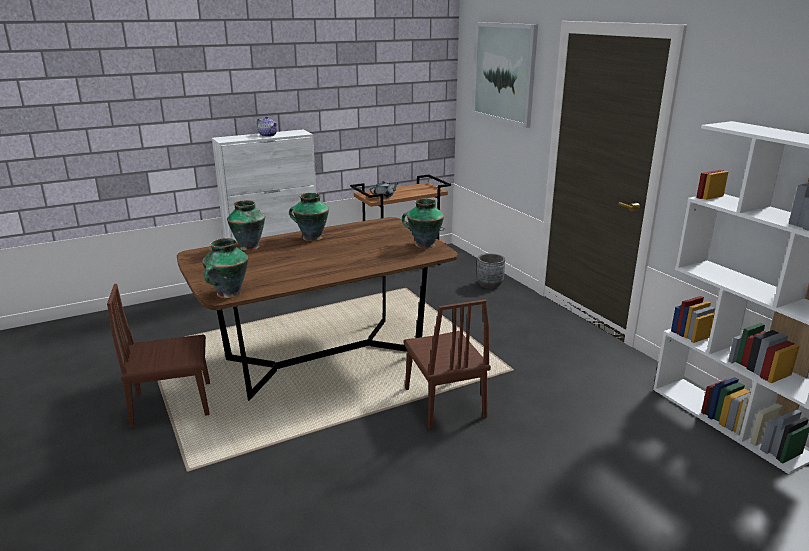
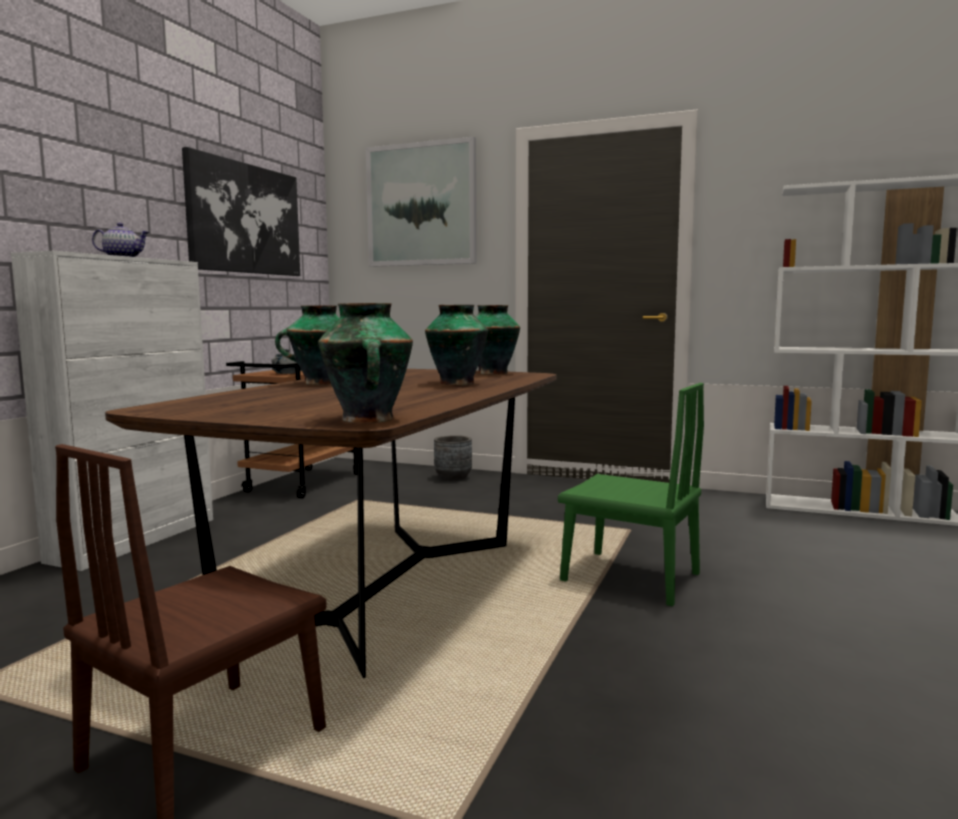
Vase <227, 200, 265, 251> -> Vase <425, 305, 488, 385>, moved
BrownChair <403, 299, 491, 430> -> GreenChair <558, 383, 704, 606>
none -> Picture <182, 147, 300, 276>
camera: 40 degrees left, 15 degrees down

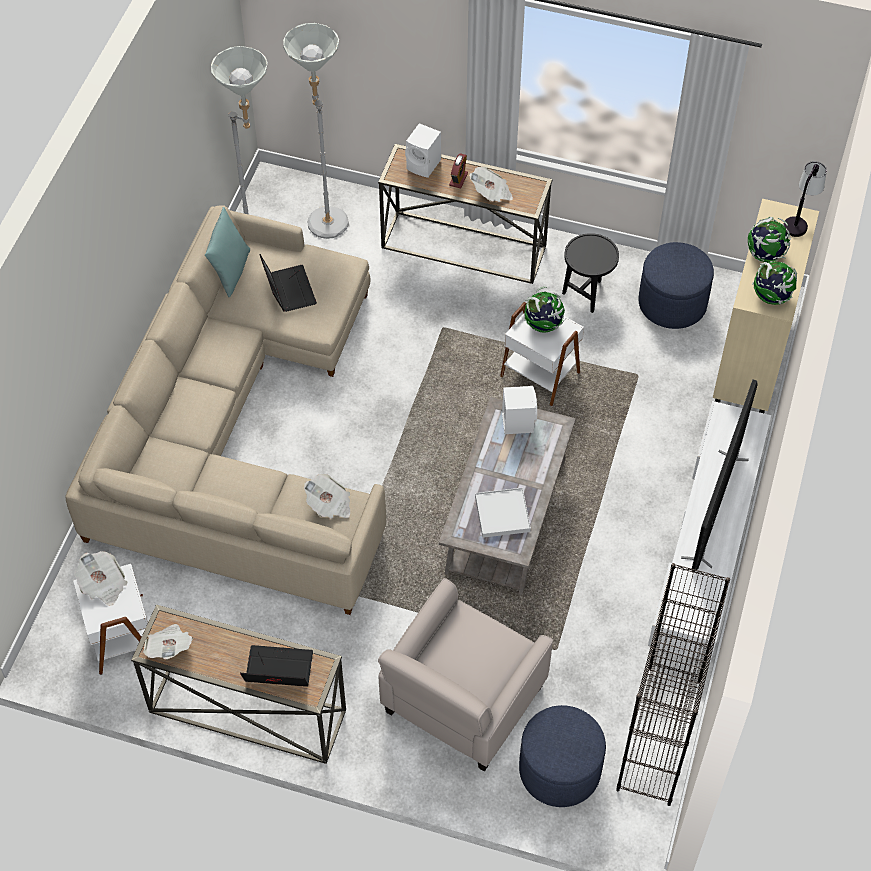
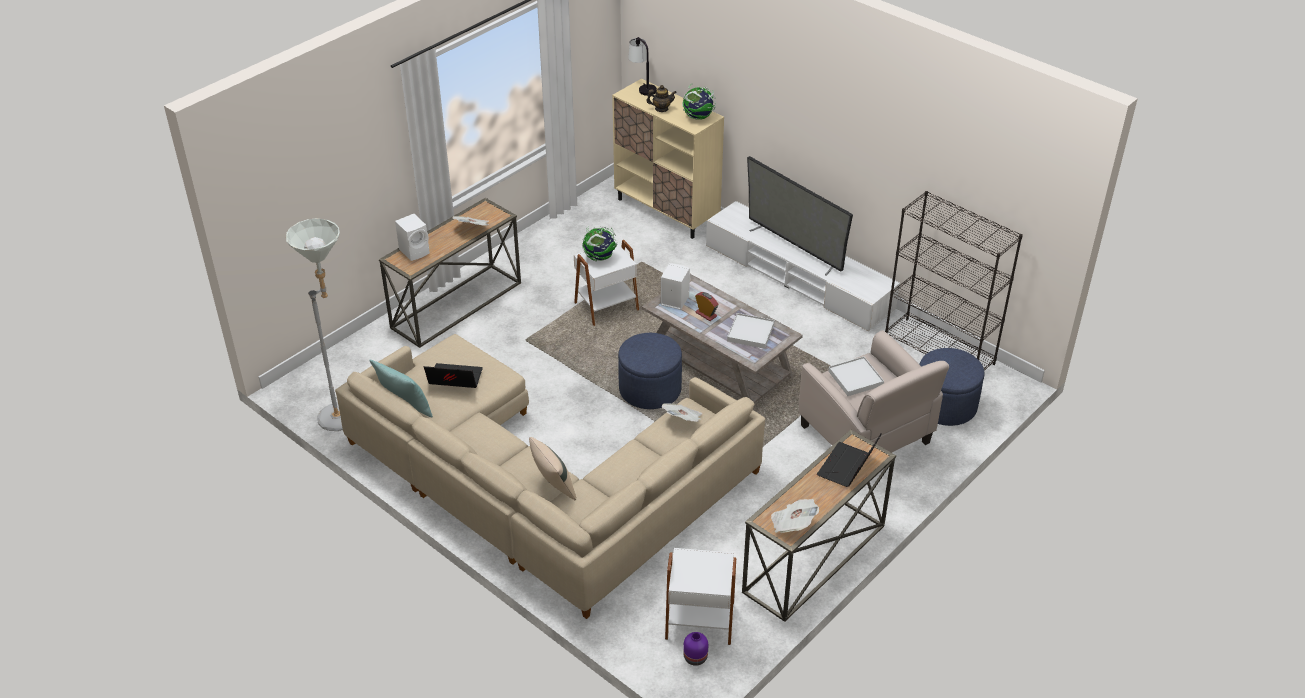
GreyFloorLamp <283, 23, 349, 239> -> none
AlarmClock <449, 153, 468, 189> -> AlarmClock <695, 292, 718, 321>, moved
Globe <748, 217, 791, 263> -> Teapot <646, 85, 677, 112>
BlackSideTable <562, 233, 619, 313> -> none
BlueOttoman <638, 242, 714, 329> -> BlueOttoman <618, 333, 682, 409>, moved
Newspaper <74, 551, 128, 606> -> none
none -> WhiteTray <828, 356, 884, 396>
none -> BeigePillow <529, 437, 576, 500>
none -> PurpleVase <683, 632, 708, 666>
camera: 65 degrees left, 15 degrees down

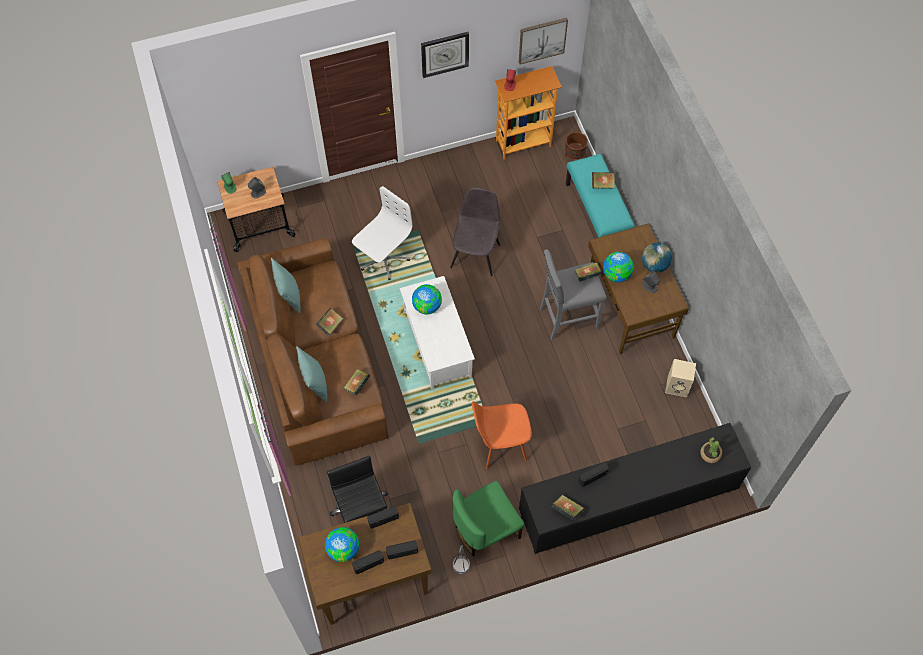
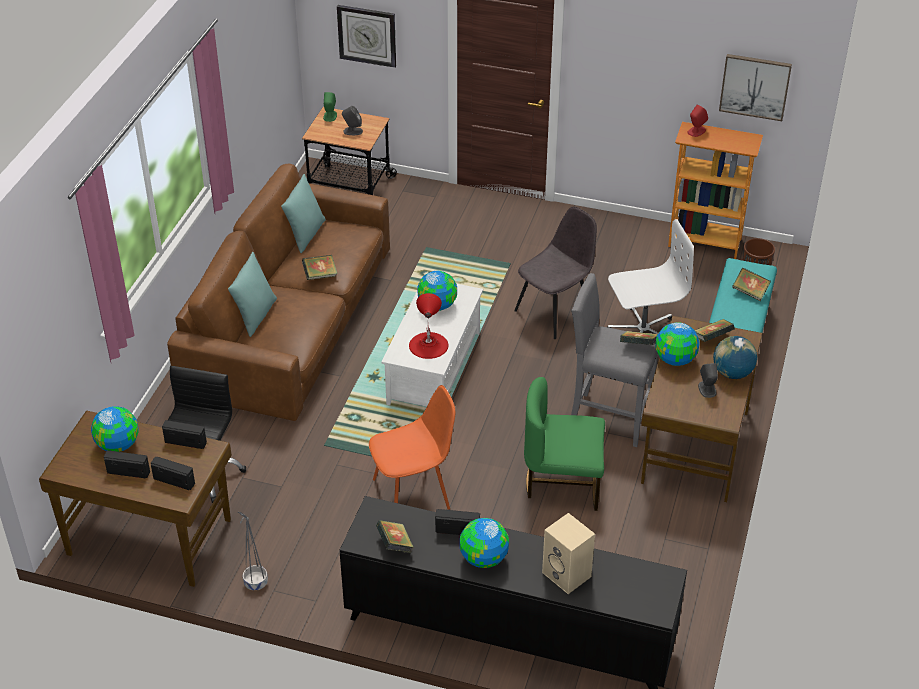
WallClock <421, 32, 469, 78> -> WallClock <337, 5, 396, 68>, moved
WhiteOfficeChair <352, 186, 413, 280> -> WhiteOfficeChair <608, 219, 694, 334>, moved
BeigeSpeaker <665, 359, 696, 397> -> BeigeSpeaker <542, 513, 595, 594>, moved
Book <344, 369, 370, 396> -> Book <695, 319, 735, 342>, moved
OrangeChair <472, 401, 532, 469> -> OrangeChair <369, 385, 455, 510>, 135 degrees clockwise
PottedPlant <700, 437, 722, 463> -> none
GreenChair <453, 481, 525, 556> -> GreenChair <524, 377, 605, 511>, moved
none -> RedTableLamp <409, 293, 448, 359>
none -> Globe <460, 518, 509, 568>
camera: 35 degrees right, 20 degrees down

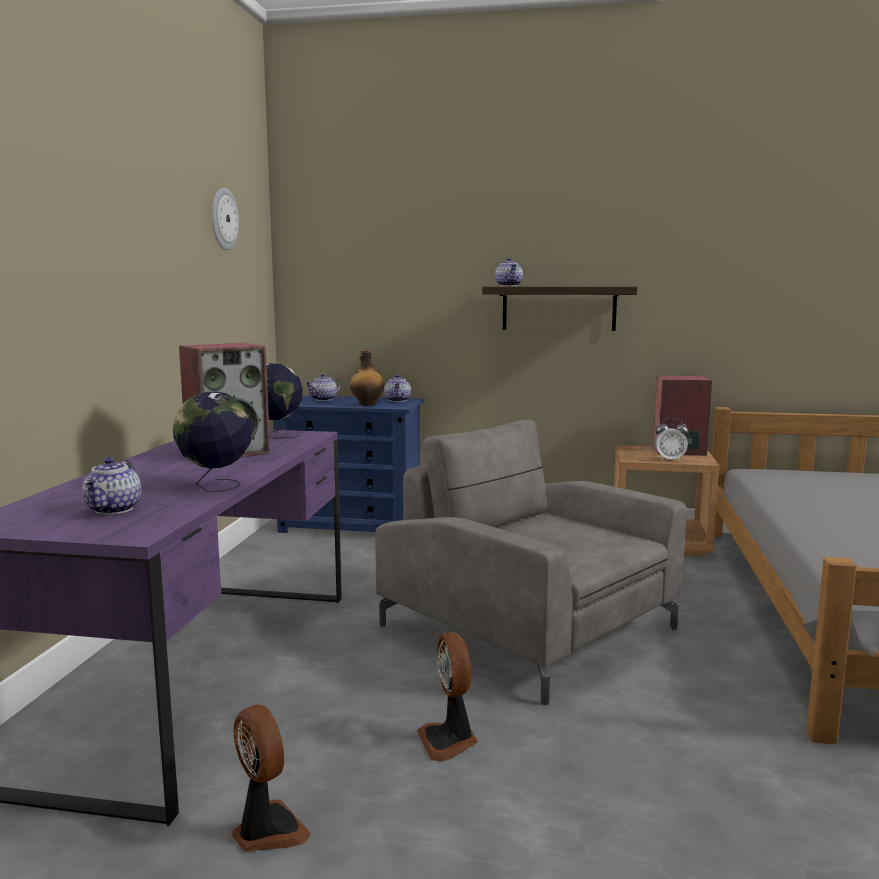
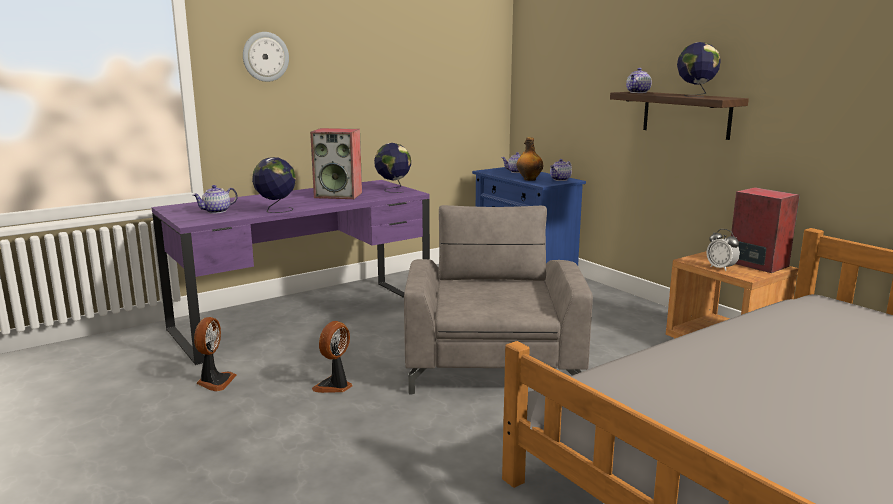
WallClock <212, 188, 239, 250> -> WallClock <243, 32, 289, 82>, moved
none -> Globe <677, 42, 720, 97>
camera: 45 degrees right, 5 degrees up

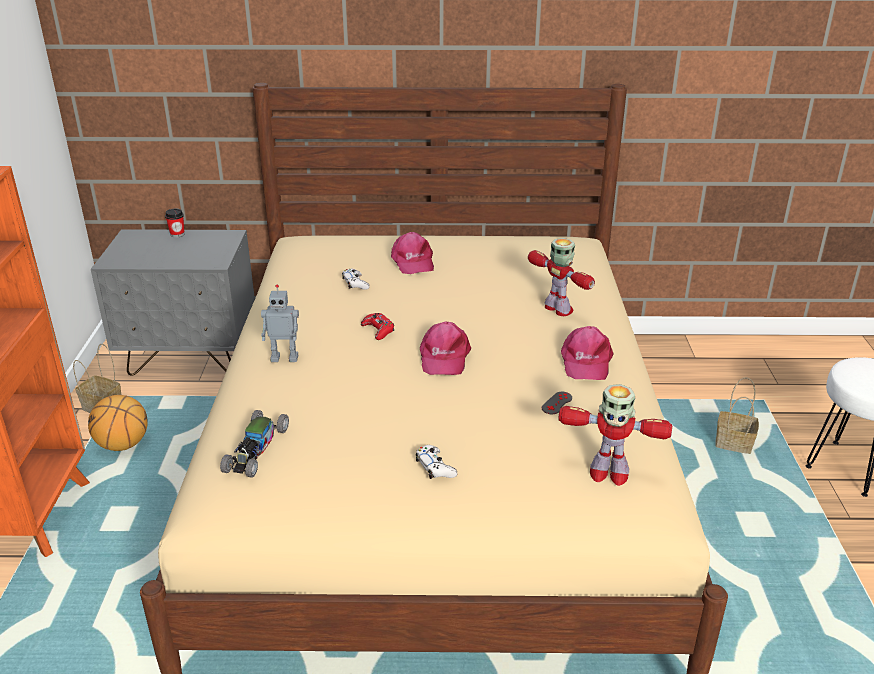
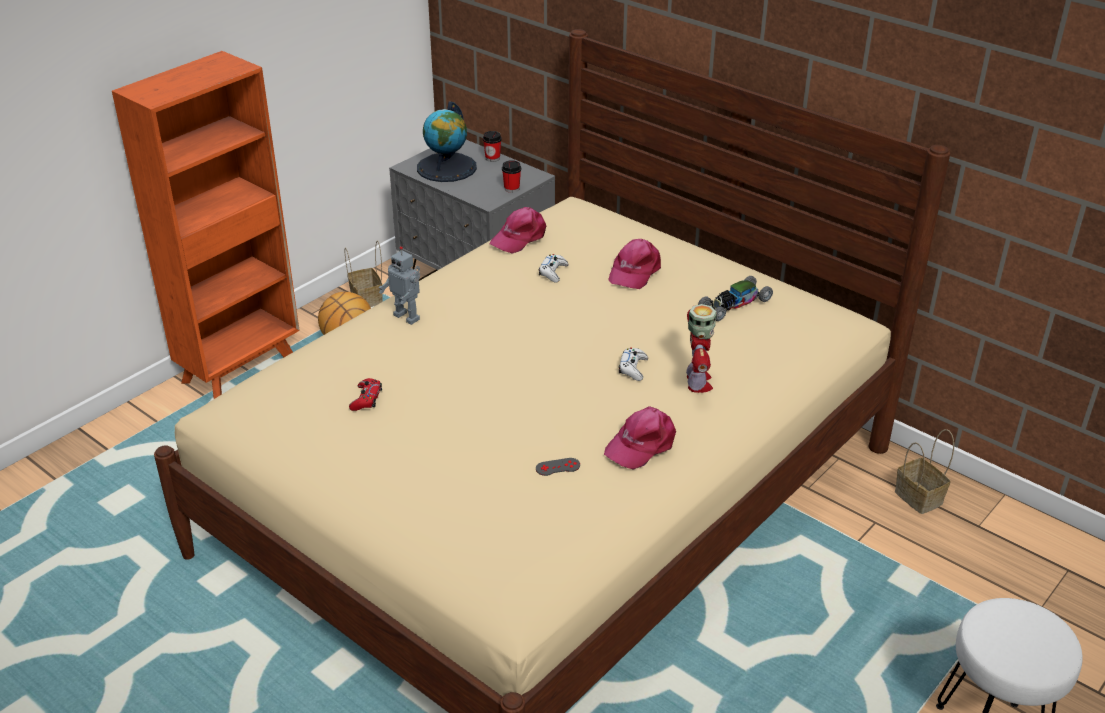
RedGameController <361, 313, 394, 340> -> RedGameController <349, 378, 382, 411>, moved
PinkCap <420, 321, 471, 375> -> PinkCap <490, 207, 546, 254>, moved
Basket <715, 377, 759, 454> -> Basket <895, 429, 954, 514>, moved
ToyRobot <558, 384, 672, 486> -> none
ToyCar <220, 410, 289, 478> -> ToyCar <698, 276, 773, 321>, moved
WhiteGameController <416, 445, 457, 479> -> WhiteGameController <619, 347, 648, 381>, moved
none -> Globe <417, 101, 477, 182>
none -> Cup <502, 160, 521, 193>
camera: 40 degrees right, 5 degrees up

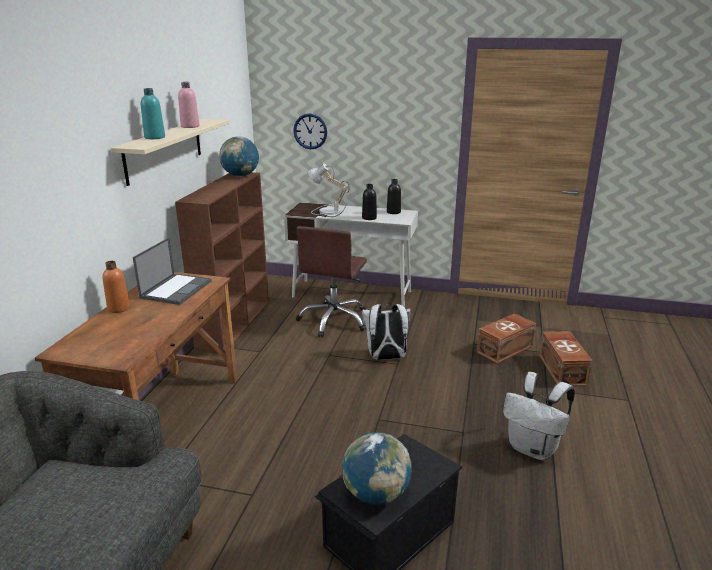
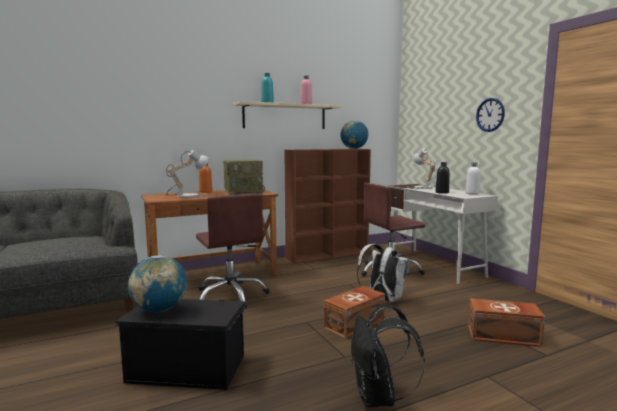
WallClock <293, 114, 327, 149> -> WallClock <476, 98, 505, 132>, moved
BlackBottle <387, 179, 401, 214> -> WhiteBottle <465, 162, 480, 194>
Laptop <133, 237, 212, 305> -> Radio <223, 159, 265, 195>
BrownStorageBox <539, 331, 592, 386> -> BrownStorageBox <324, 286, 385, 339>, moved
WhiteBackpack <503, 372, 575, 460> -> BlackBackpack <351, 304, 425, 407>
none -> TableLamp <166, 150, 209, 198>
none -> BrownOfficeChair <196, 194, 270, 309>
camera: 50 degrees right, 15 degrees down

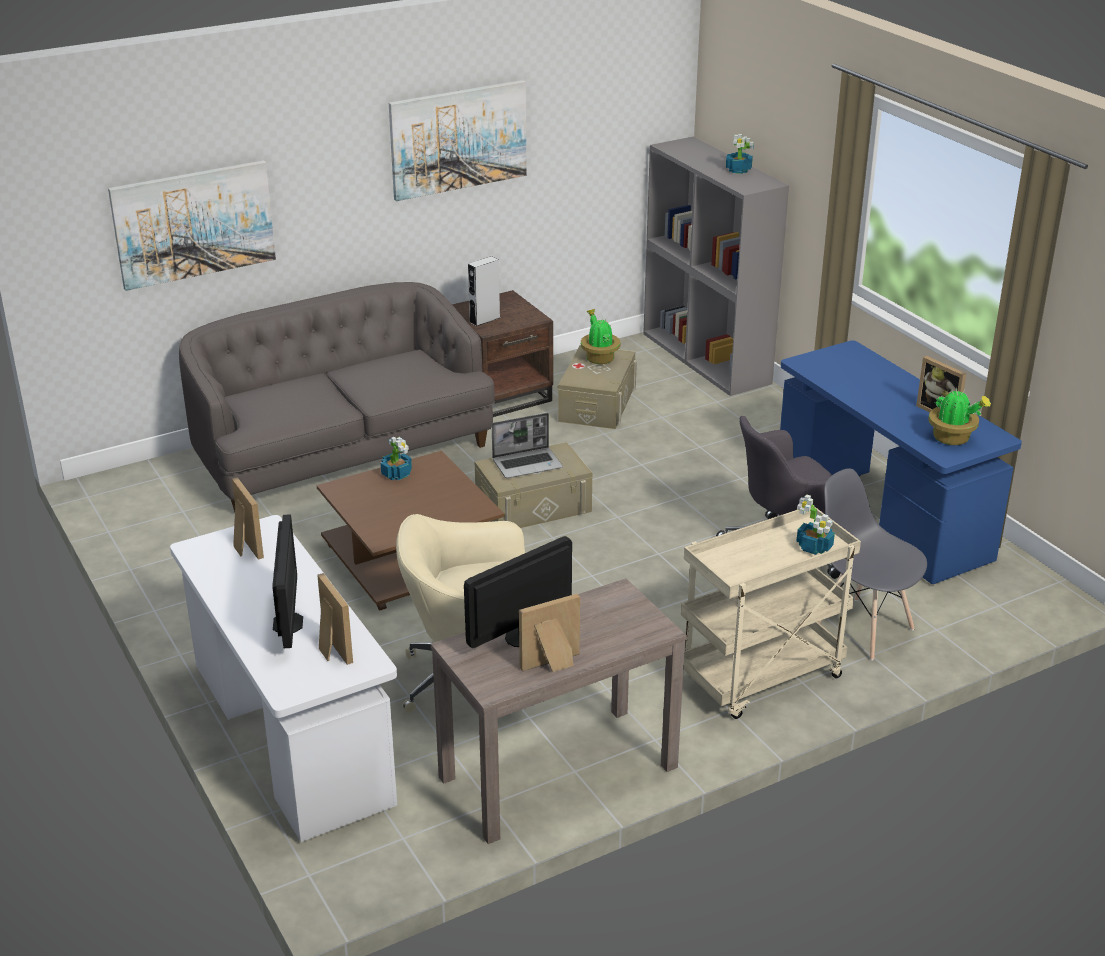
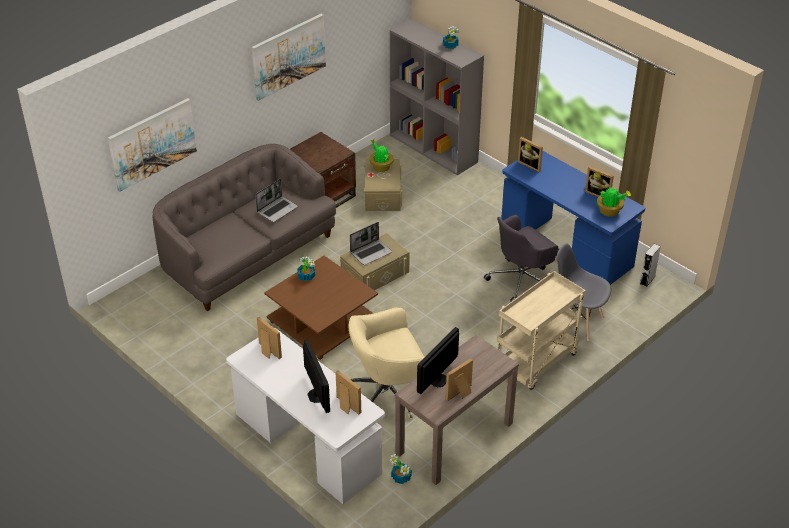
GreySpeaker <468, 256, 500, 326> -> GreySpeaker <640, 244, 661, 287>, moved
PottedPlant <796, 494, 835, 555> -> PottedPlant <390, 454, 412, 484>, moved
none -> PictureFrame <518, 137, 543, 172>
none -> Laptop <255, 178, 298, 222>
camera: 15 degrees left, 10 degrees up

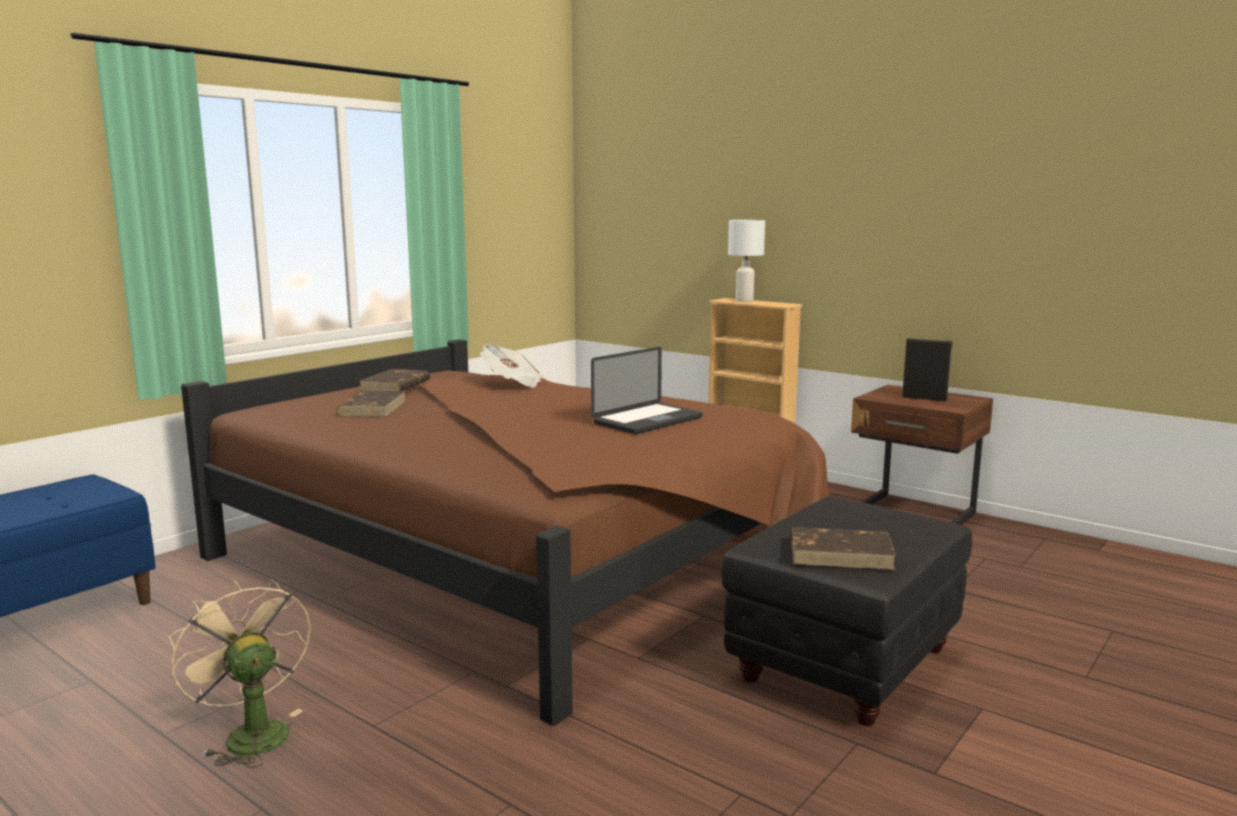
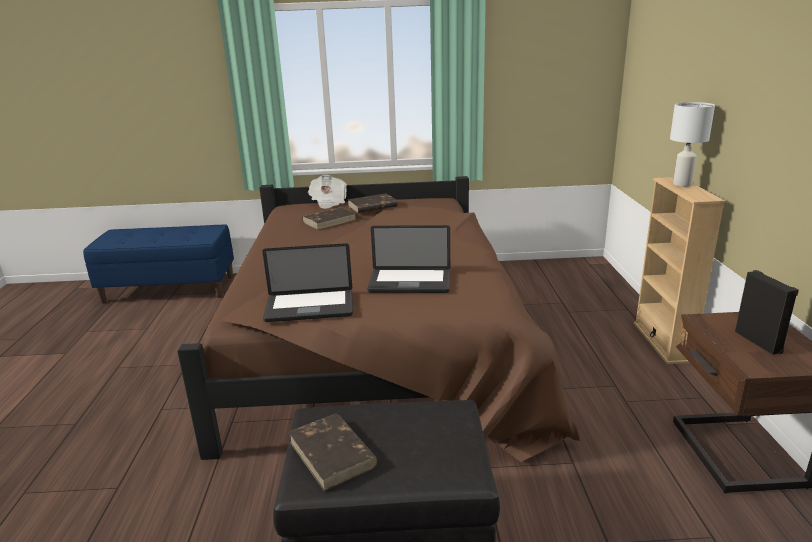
Newspaper <480, 344, 544, 388> -> Newspaper <308, 175, 347, 209>, moved
BeigeFan <168, 580, 311, 768> -> none
none -> Laptop <262, 243, 353, 322>
camera: 50 degrees right, 10 degrees up

